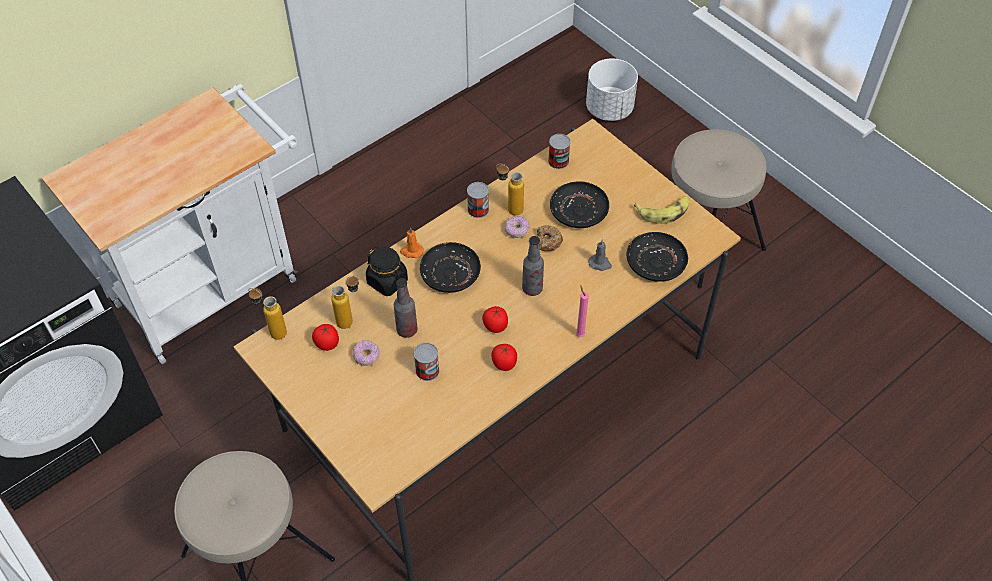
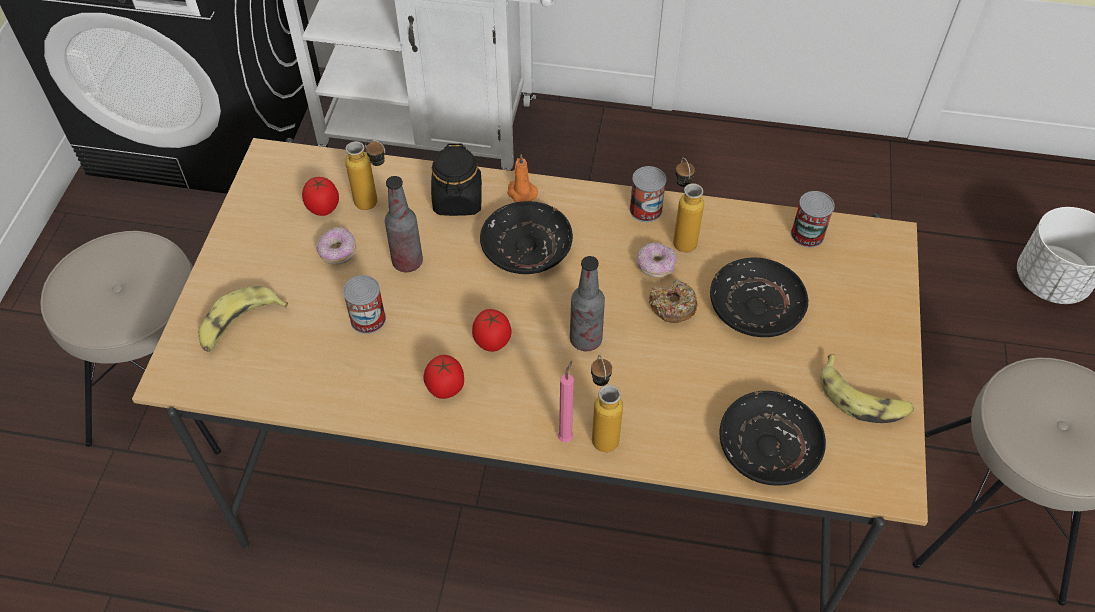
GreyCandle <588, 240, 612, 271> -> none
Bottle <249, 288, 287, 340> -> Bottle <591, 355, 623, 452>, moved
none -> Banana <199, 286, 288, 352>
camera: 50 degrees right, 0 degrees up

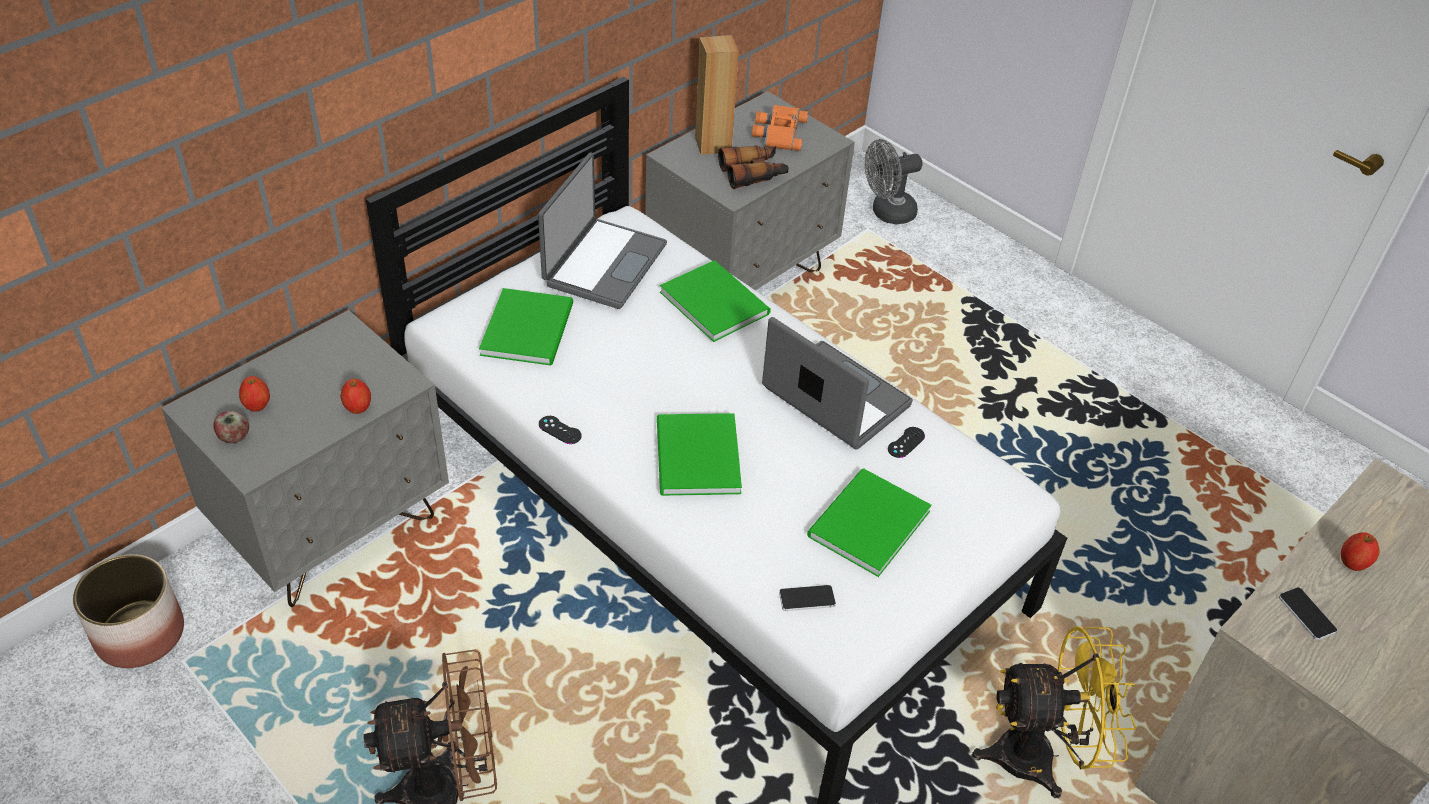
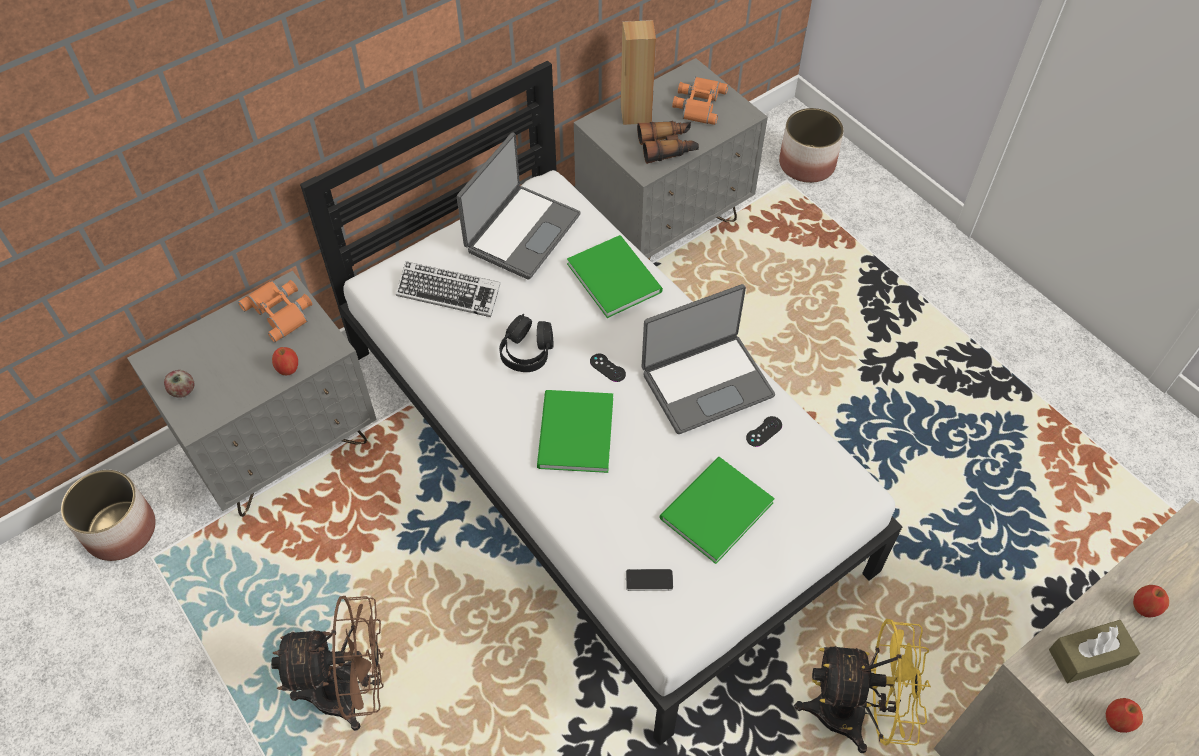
GreyFan <865, 139, 923, 224> -> Planter <779, 108, 844, 183>
GreenBook <479, 288, 573, 365> -> Keyboard <396, 261, 501, 317>
Laptop <762, 317, 913, 450> -> Laptop <642, 284, 775, 434>, 105 degrees clockwise
Apple <239, 376, 270, 412> -> Apple <1106, 698, 1143, 733>, moved
BlackGameController <539, 416, 582, 444> -> BlackGameController <590, 354, 626, 382>, moved
Phone <1279, 587, 1337, 640> -> BrownTissueBox <1049, 620, 1140, 683>
none -> OrangeBinoculars <238, 280, 312, 342>
none -> BlackHeadphones <499, 314, 554, 372>
camera: 10 degrees right, 10 degrees up

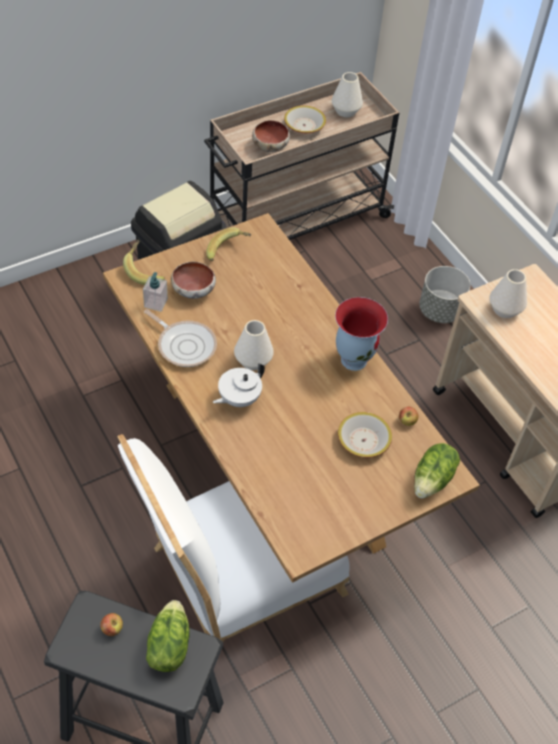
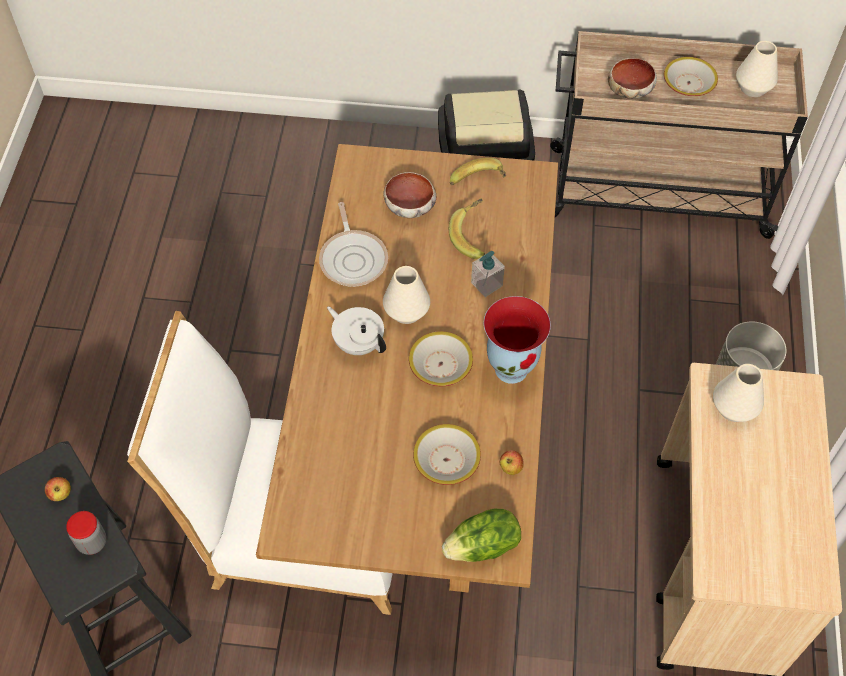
Banana <123, 240, 165, 285> -> Banana <449, 199, 485, 259>, moved
SoapDispenser <143, 272, 168, 312> -> SoapDispenser <471, 251, 505, 297>, moved
WhiteTeapot <213, 363, 265, 407> -> WhiteTeapot <327, 306, 386, 355>, 45 degrees clockwise
Lettuce <146, 600, 190, 672> -> Jar <66, 511, 106, 555>
none -> Bowl <409, 331, 473, 387>
camera: 40 degrees right, 5 degrees up

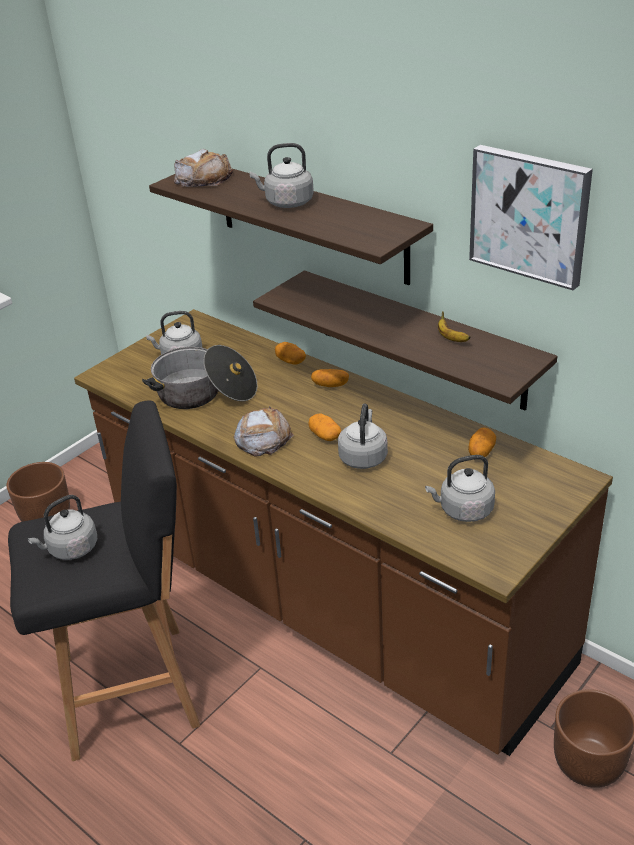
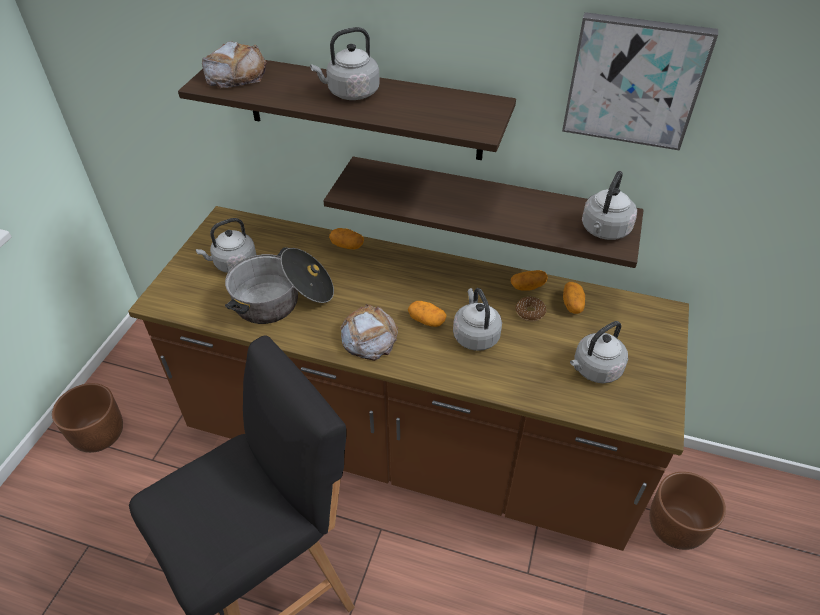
Banana <438, 311, 471, 342> -> none
Potato <311, 369, 349, 387> -> Potato <511, 270, 548, 290>, moved
GreyKettle <28, 495, 97, 560> -> GreyKettle <582, 171, 637, 240>, moved
none -> Donut <516, 296, 547, 321>
camera: 25 degrees left, 10 degrees up

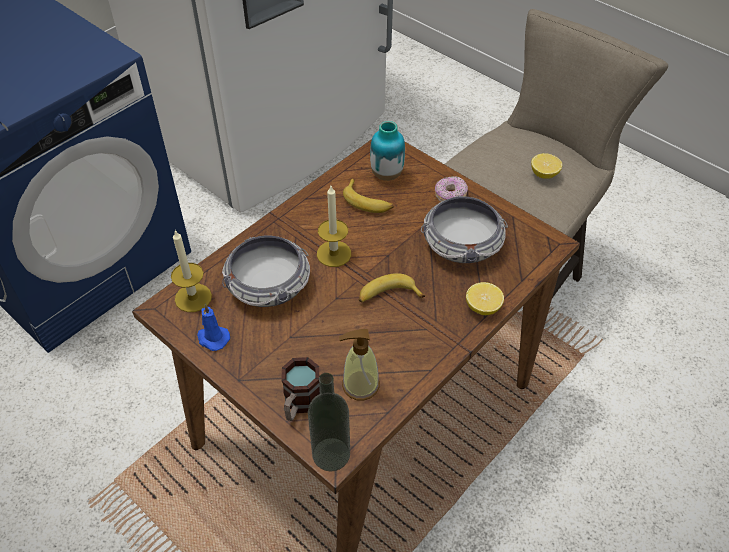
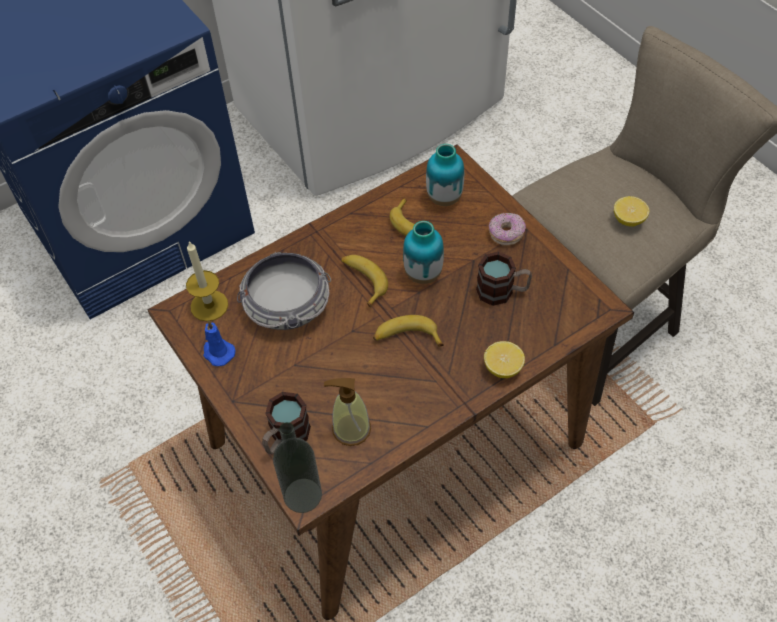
Candle <317, 186, 351, 267> -> Banana <341, 255, 388, 308>
Bowl <421, 195, 508, 263> -> Mug <476, 252, 532, 306>
none -> Vase <403, 221, 444, 284>
camera: 15 degrees right, 5 degrees up

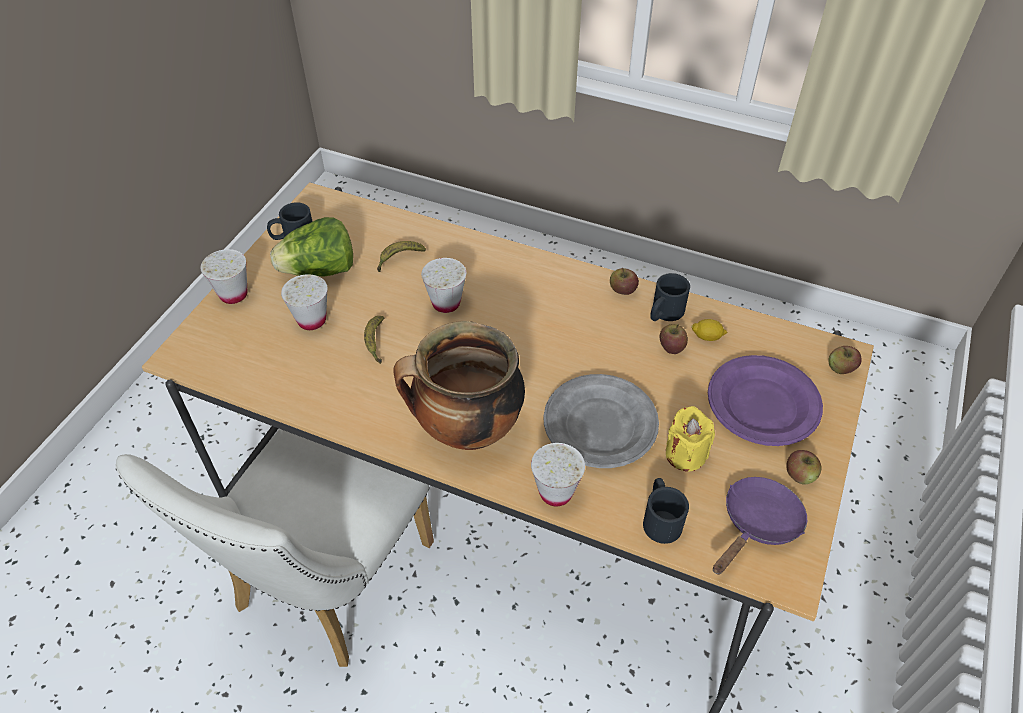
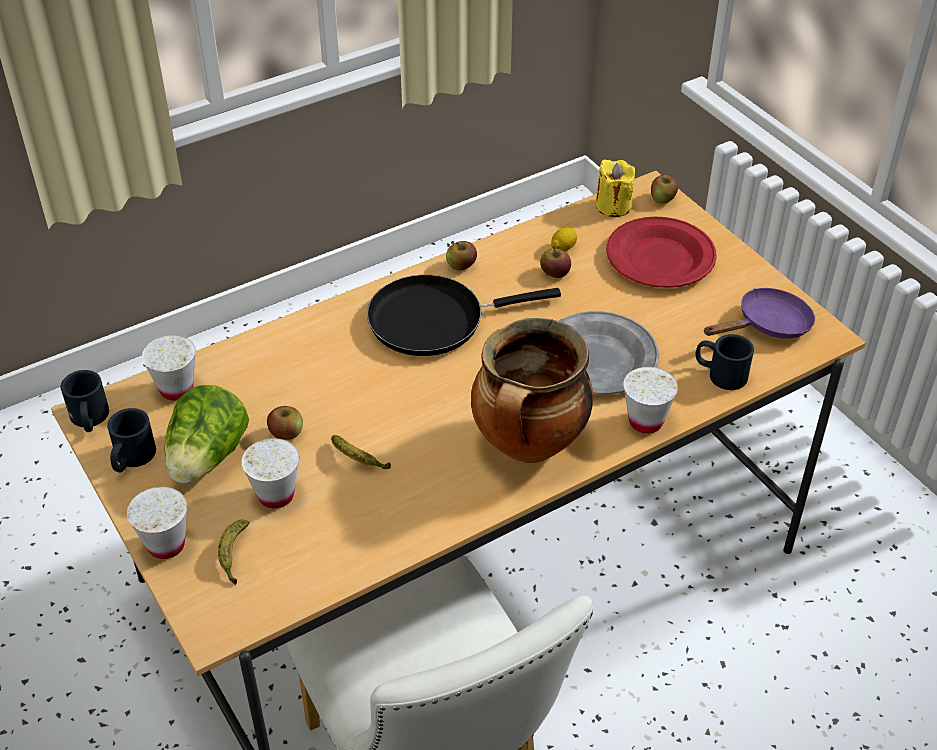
Banana <377, 241, 426, 272> -> Banana <218, 520, 250, 585>, moved
WhiteCup <421, 258, 466, 313> -> WhiteCup <142, 335, 196, 401>, moved
BlackMug <650, 273, 690, 321> -> BlackMug <61, 370, 109, 432>, moved
PurplePlate <708, 355, 823, 446> -> RedPlate <606, 217, 716, 288>
YellowCandle <666, 406, 715, 472> -> YellowCandle <596, 159, 635, 217>, moved
Apple <786, 450, 821, 485> -> Apple <267, 406, 303, 440>, moved
PurpleFryingPan <713, 477, 807, 575> -> PurpleFryingPan <704, 288, 815, 338>, 75 degrees clockwise
none -> BlackFryingPan <367, 275, 561, 356>
camera: 55 degrees left, 5 degrees down

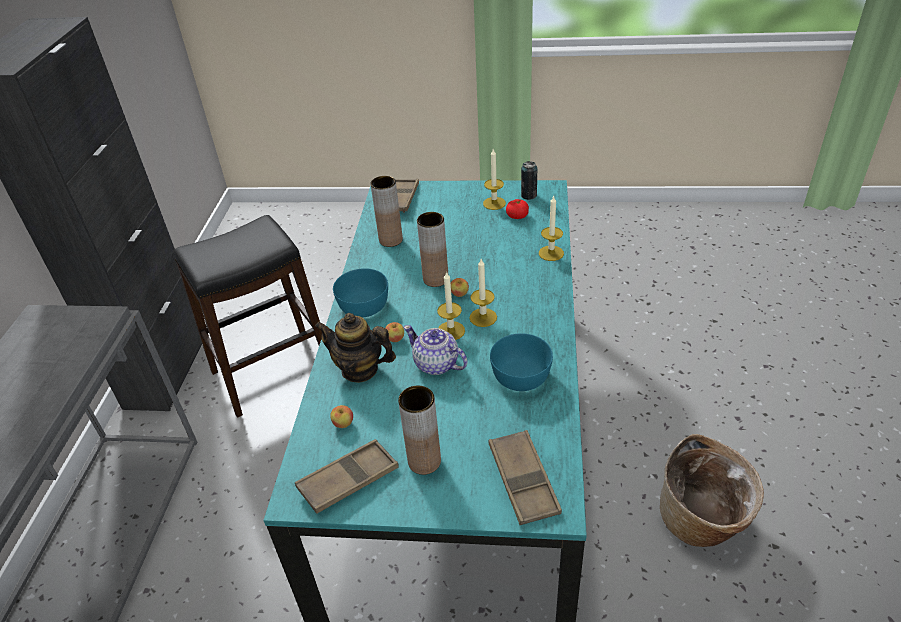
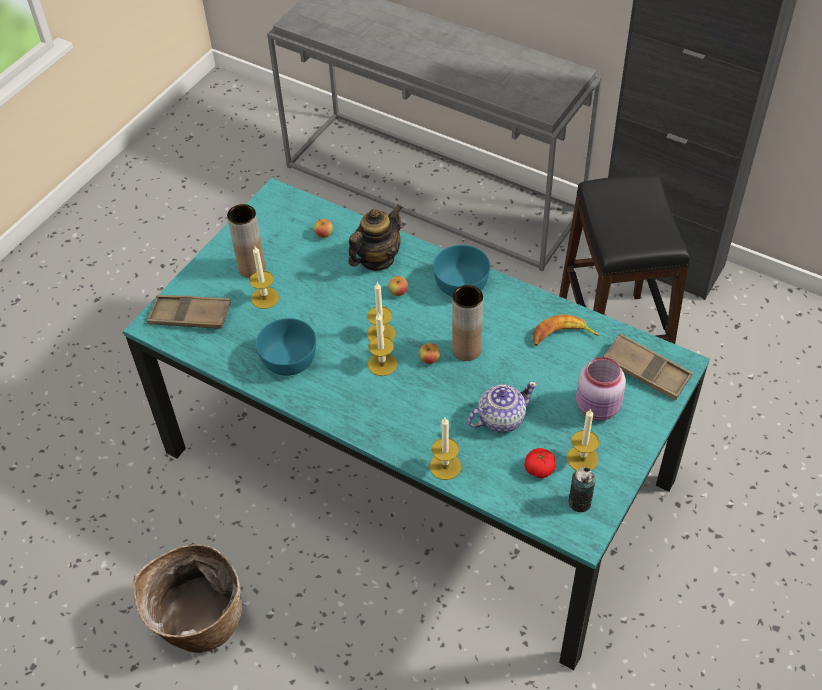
BrownVase <370, 176, 403, 247> -> Banana <532, 315, 600, 346>
Teapot <403, 325, 468, 375> -> Teapot <468, 381, 537, 433>, moved
BrownTray <295, 439, 399, 514> -> none
none -> Candle <249, 246, 279, 309>
none -> PinkJar <576, 357, 626, 421>
camera: 115 degrees right, 10 degrees up

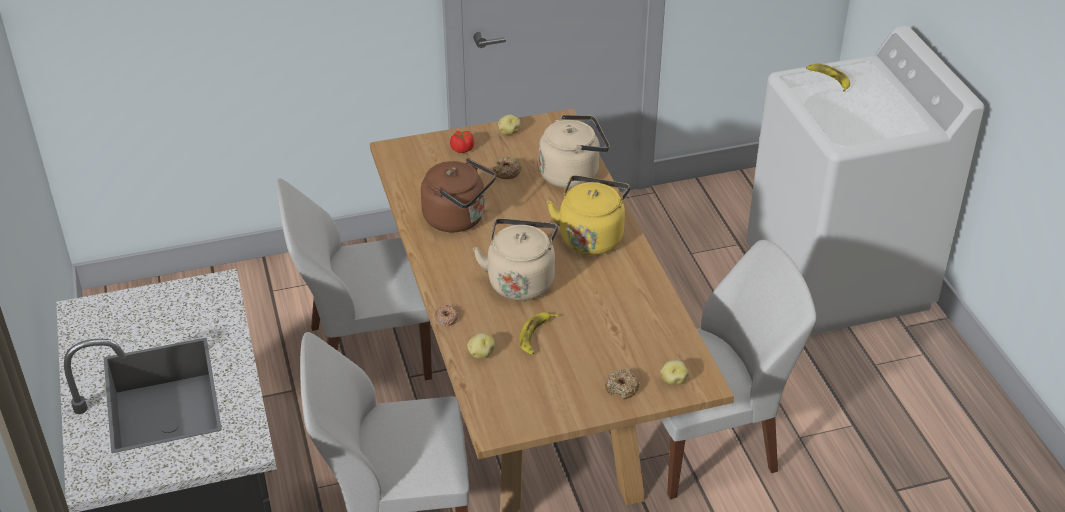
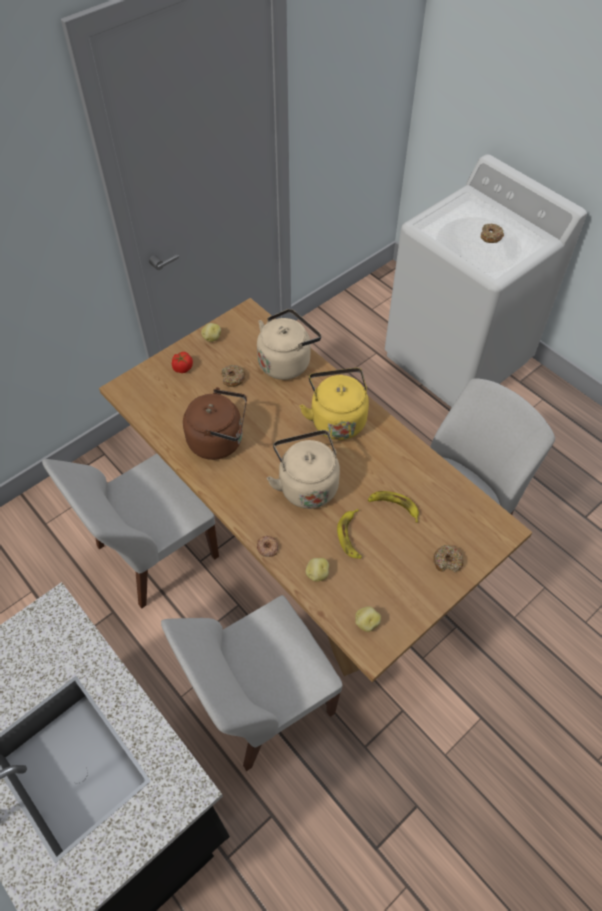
Banana <806, 64, 850, 92> -> Banana <368, 491, 419, 523>, moved
Potato <660, 360, 689, 385> -> Potato <355, 606, 381, 632>, moved
none -> Donut <480, 224, 504, 243>
camera: 25 degrees left, 15 degrees up

